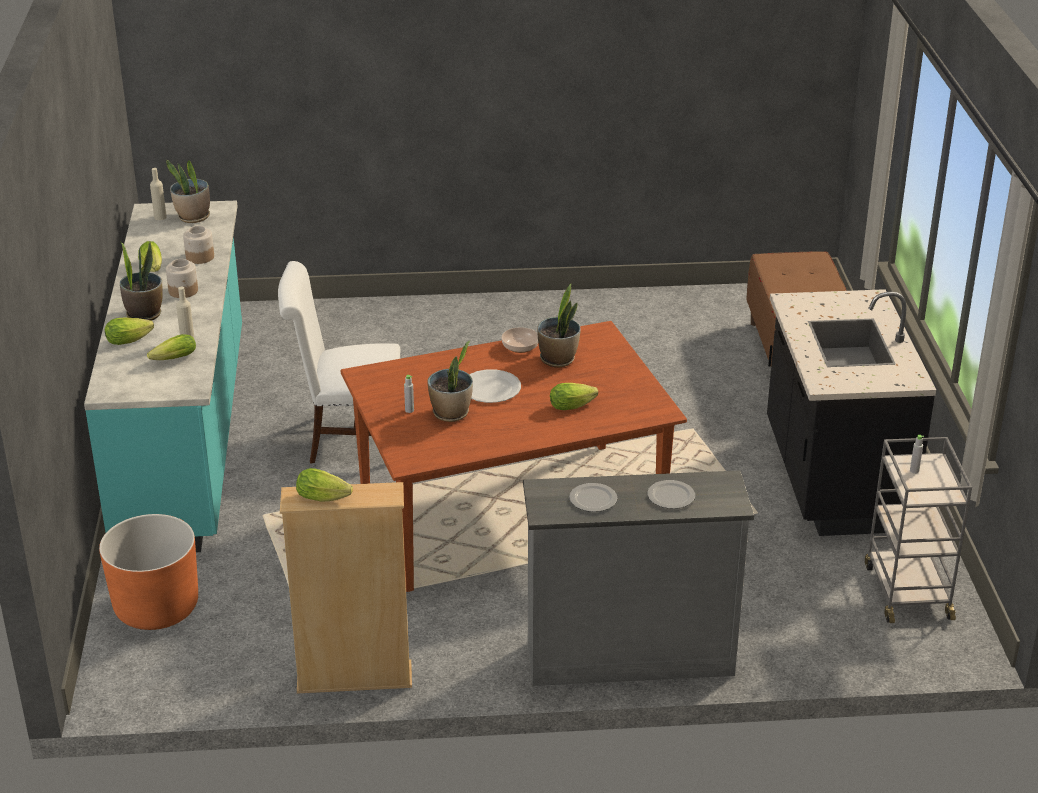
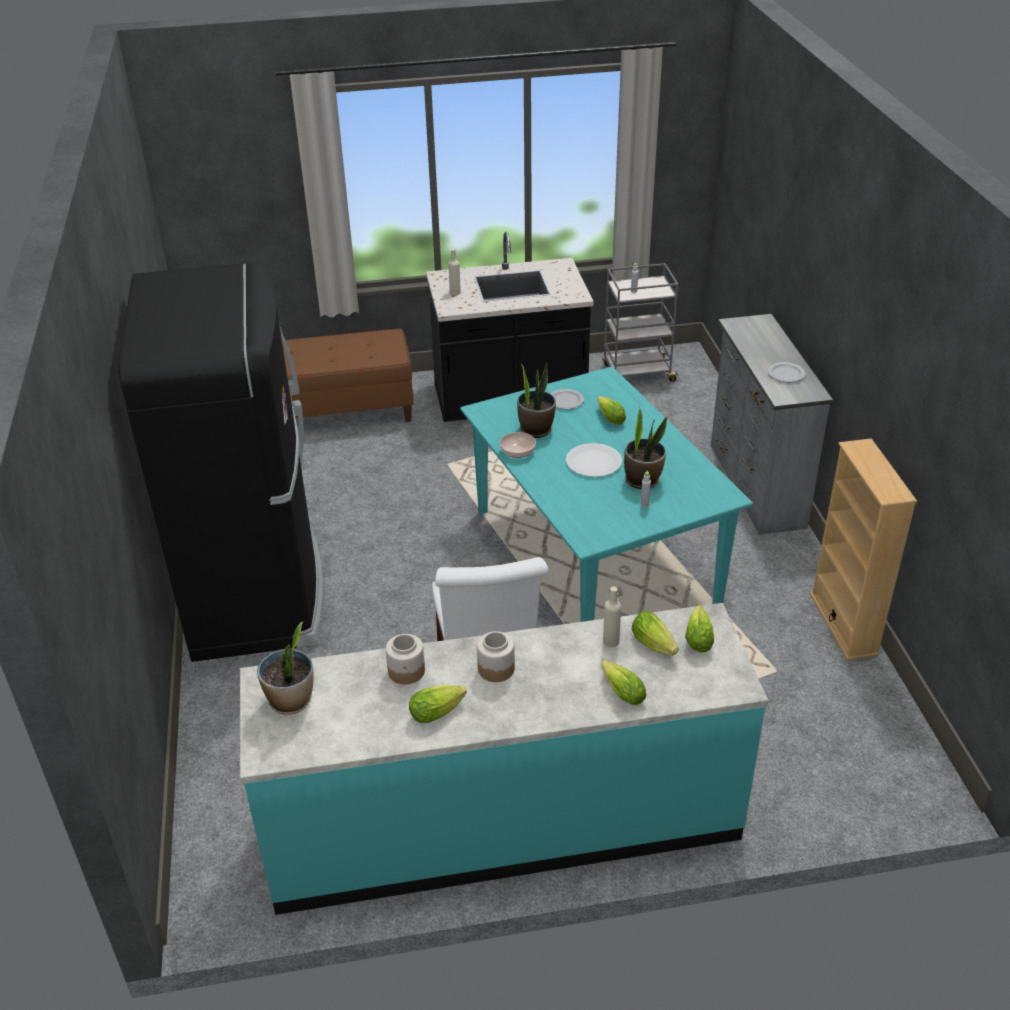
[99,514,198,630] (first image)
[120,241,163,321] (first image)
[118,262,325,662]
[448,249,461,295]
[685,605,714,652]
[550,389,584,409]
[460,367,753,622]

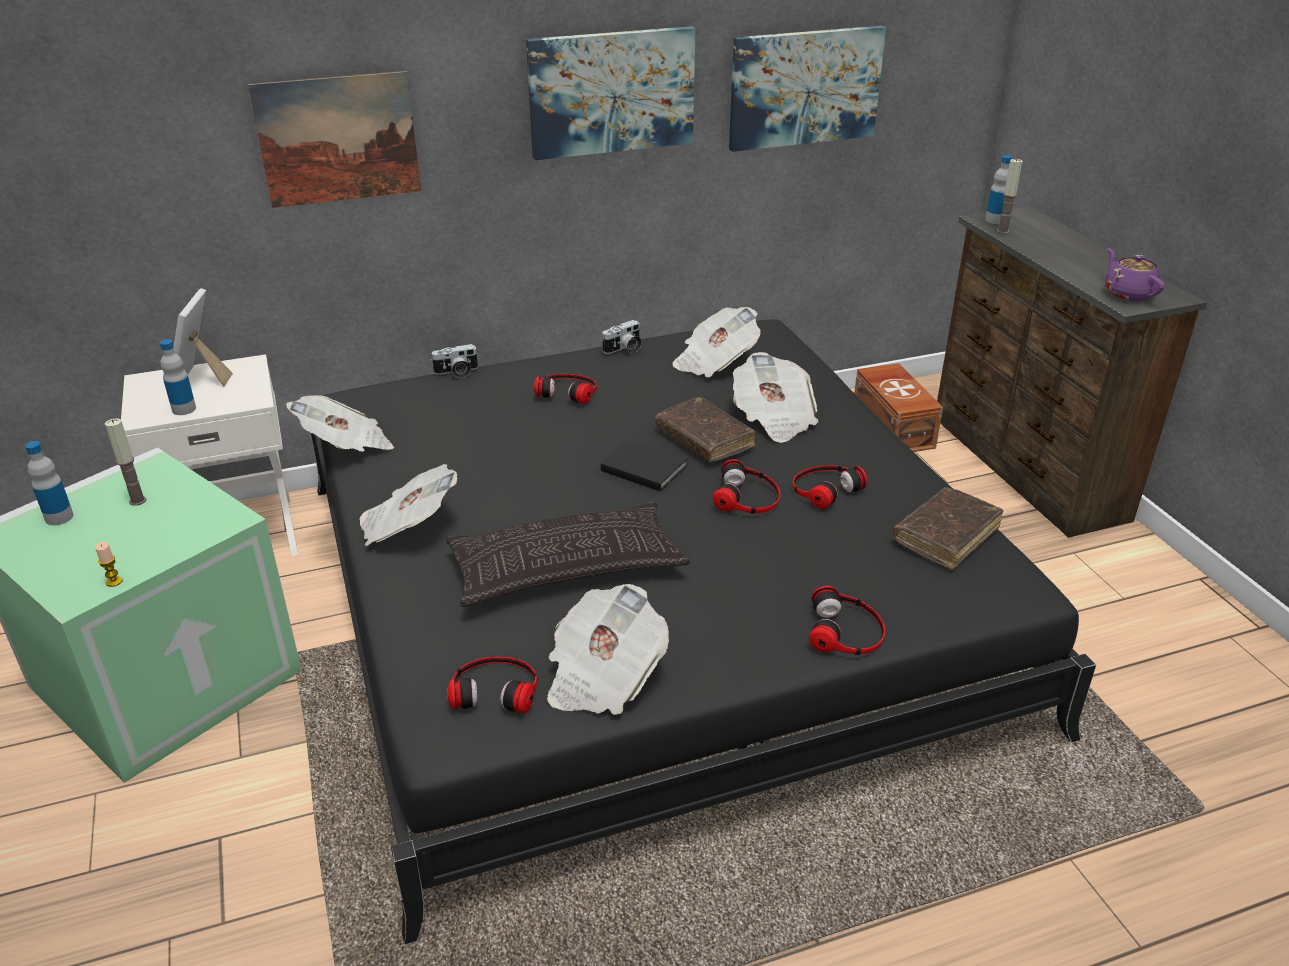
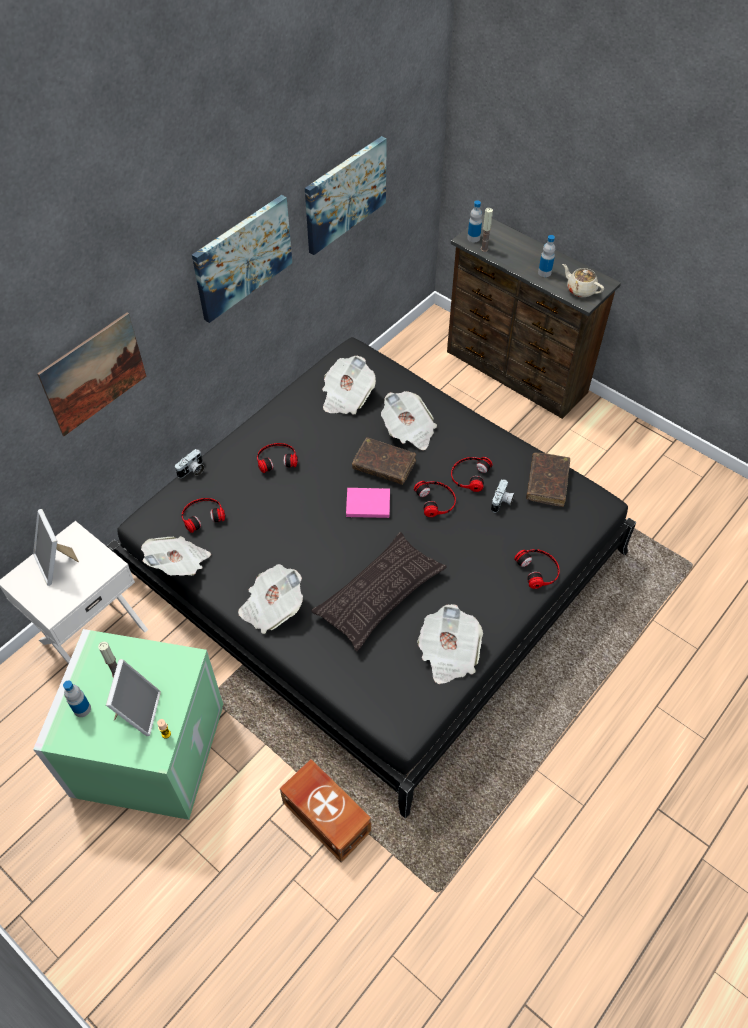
[106,659,161,736]
[538,235,555,277]
[181,498,225,533]
[491,479,515,513]
[280,759,371,862]
[346,488,390,518]
[562,264,604,298]

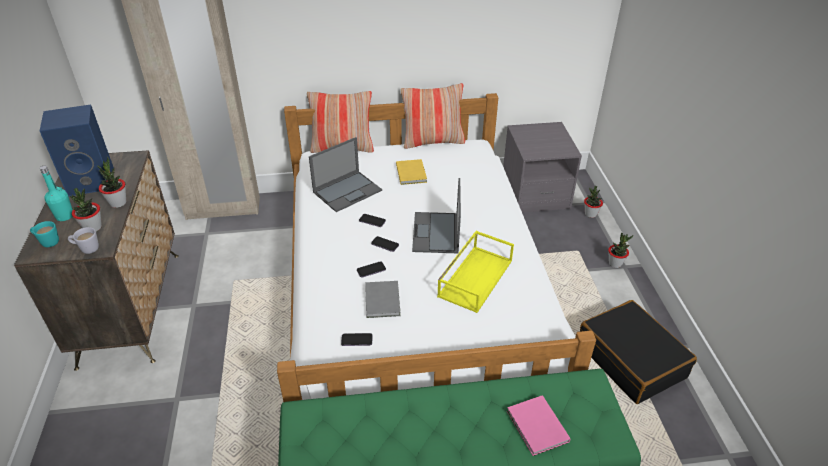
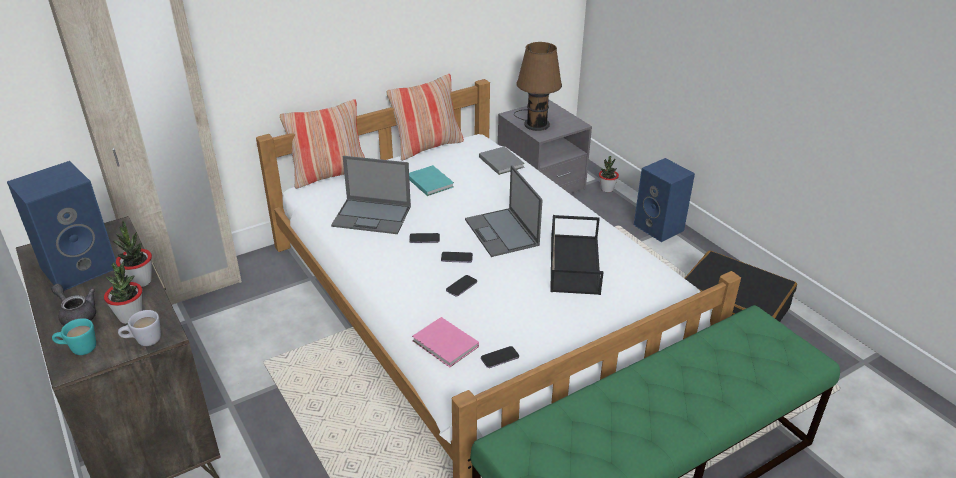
[514,42,562,131]
[479,146,525,175]
[412,317,479,367]
[51,284,96,326]
[634,158,695,242]
[409,165,454,196]
[550,215,603,295]
[331,156,411,234]

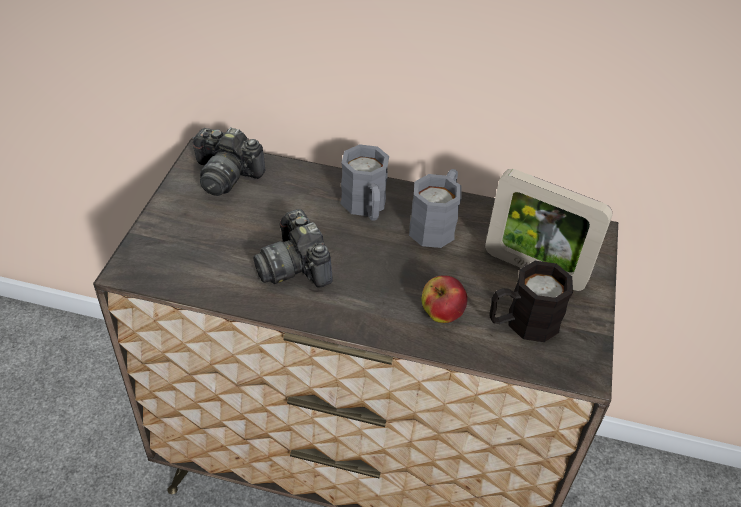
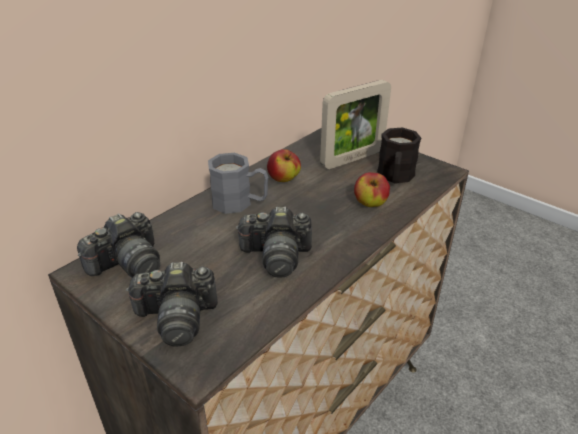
[126,262,218,346]
[267,149,301,182]

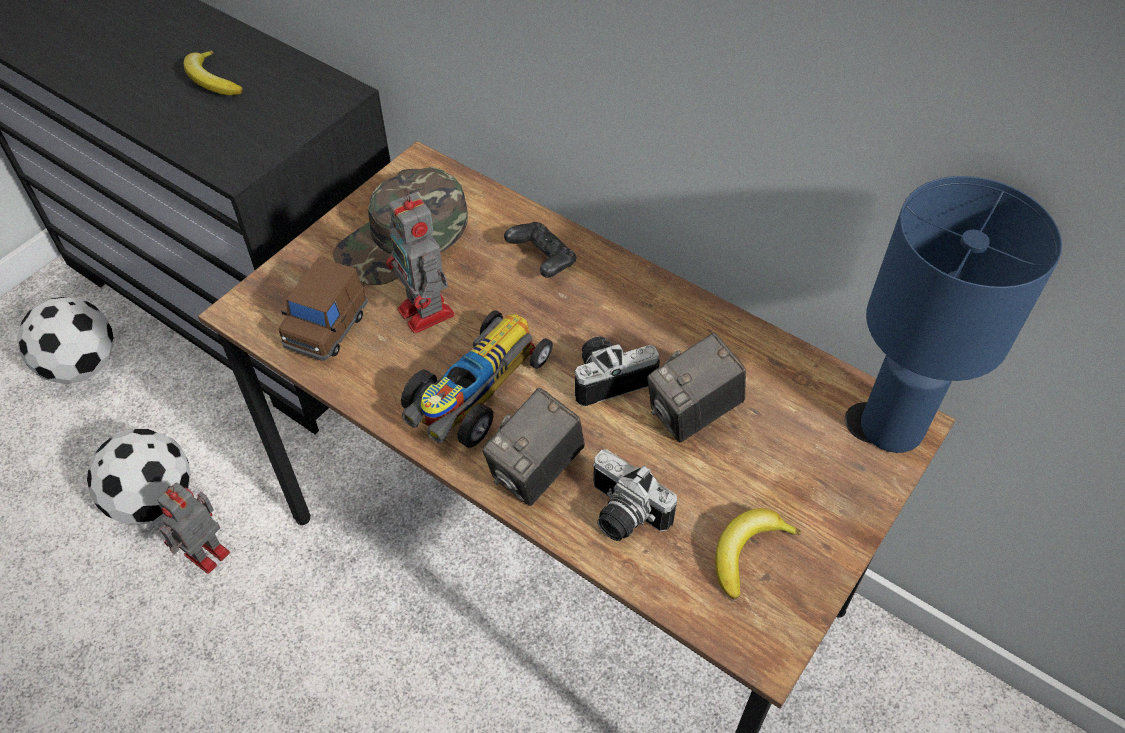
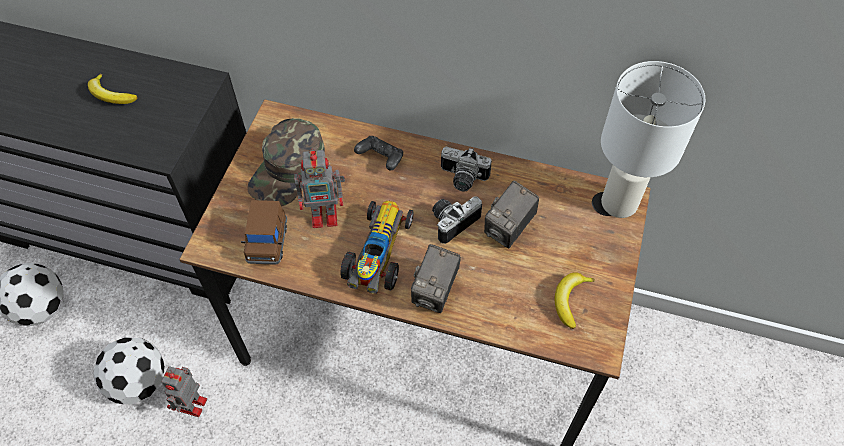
[441,147,492,192]
[601,61,705,218]
[294,149,345,228]

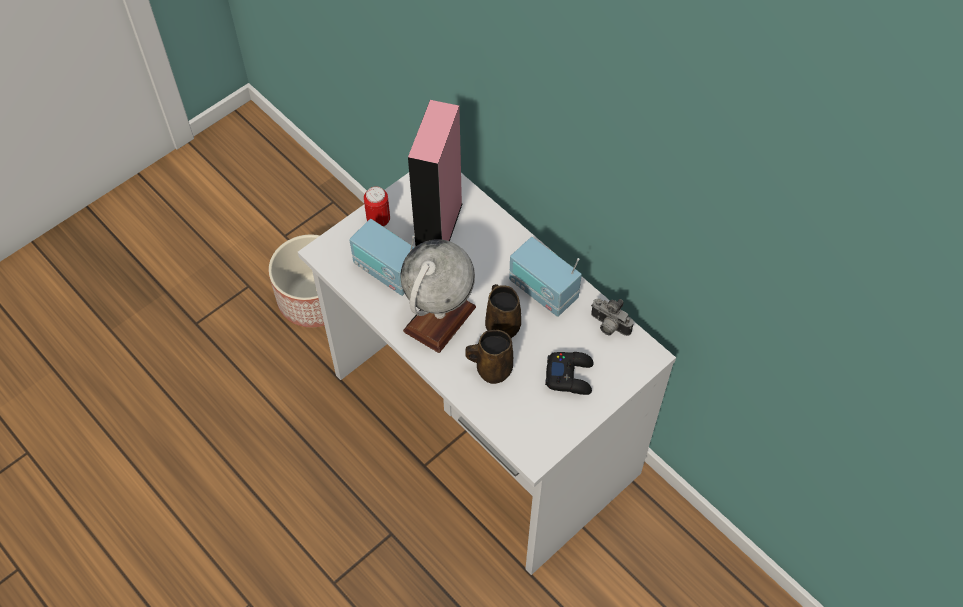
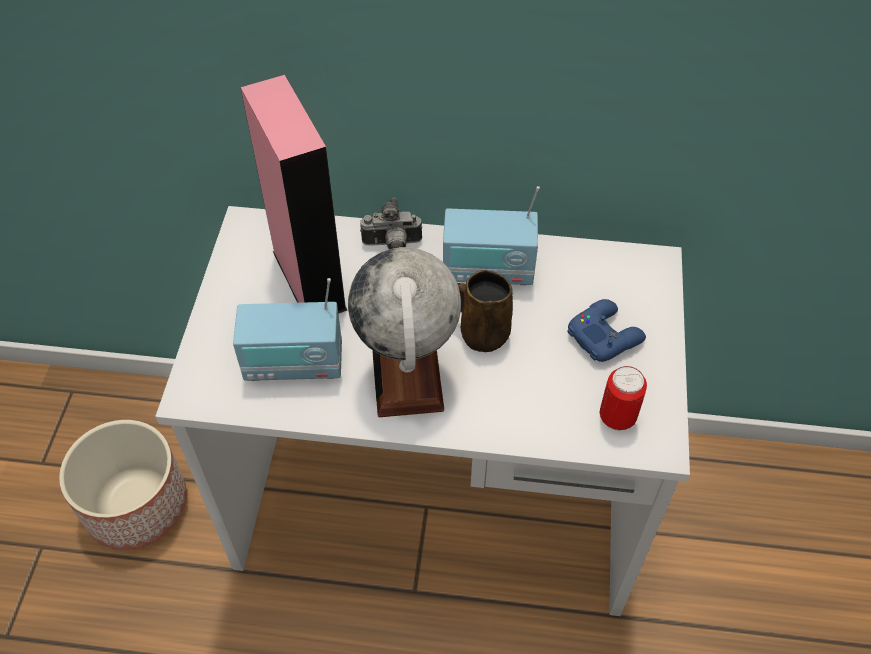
[465,330,513,384] (first image)
[600,366,647,431]
[360,198,423,249]
[567,299,646,362]

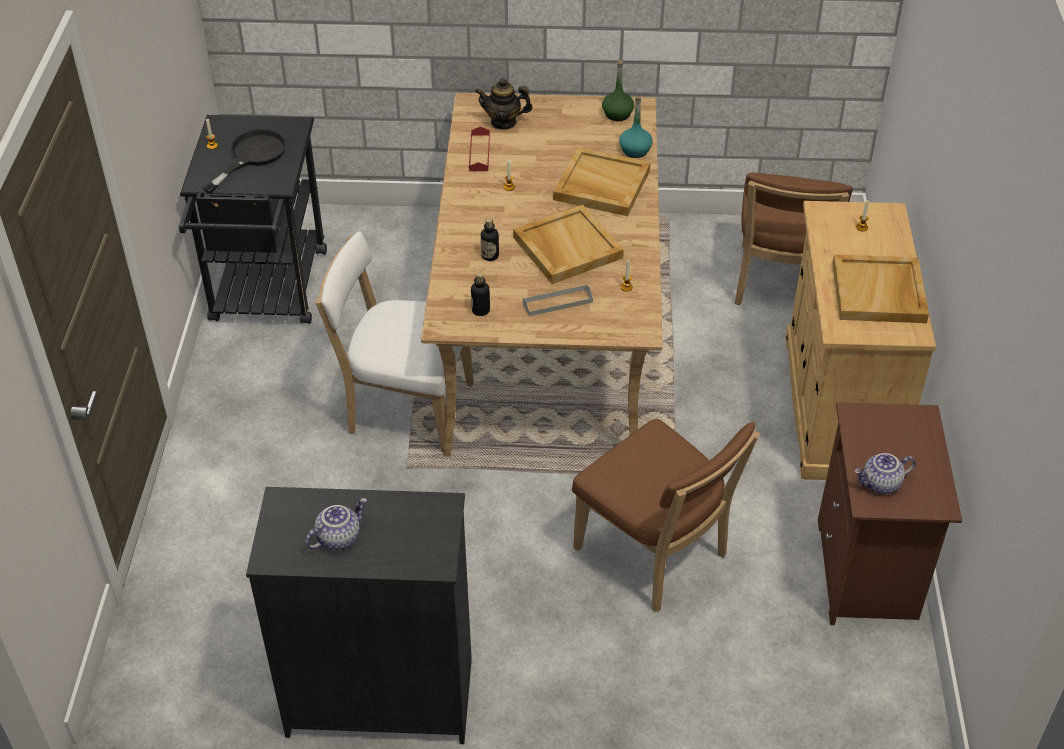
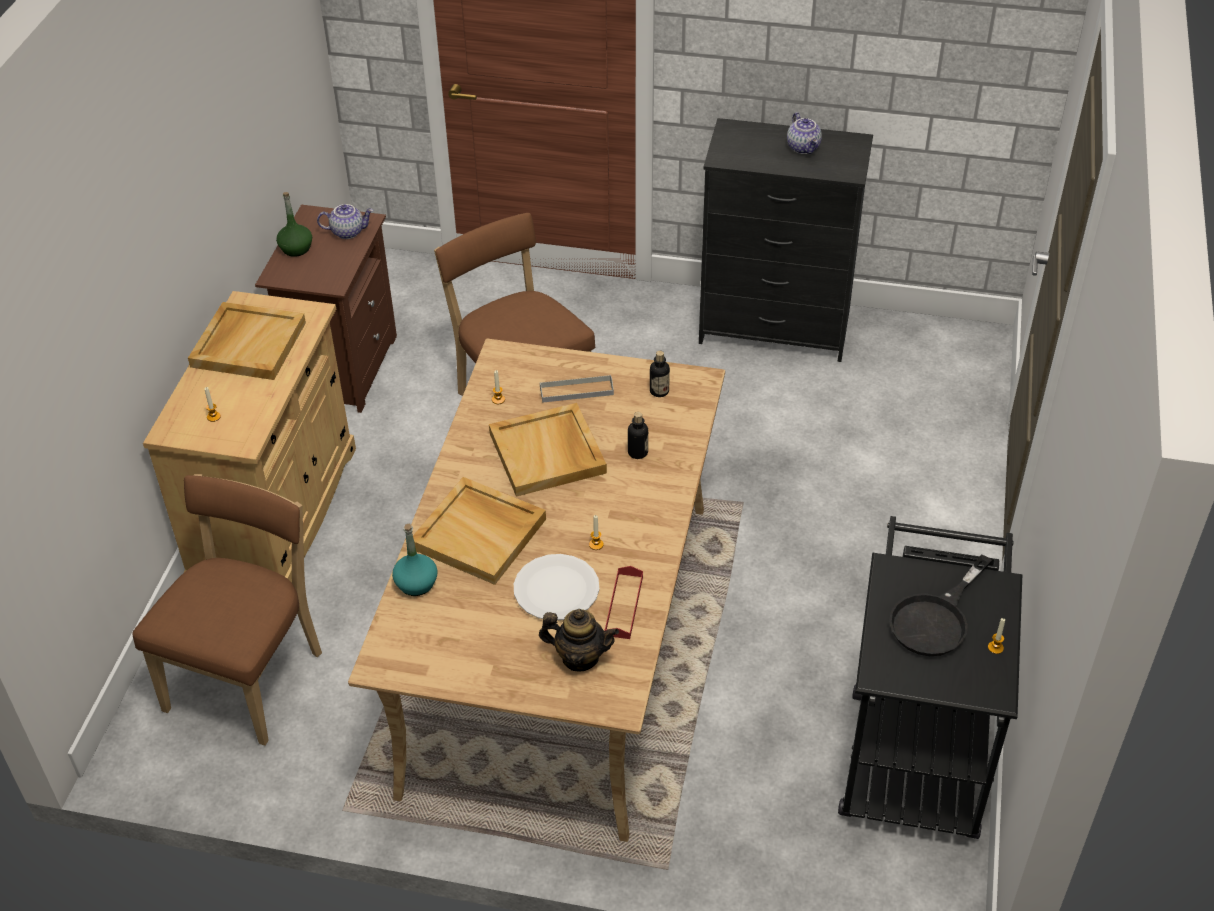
[316,231,474,452] (first image)
[514,554,599,620]
[276,192,312,257]
[787,112,822,154]

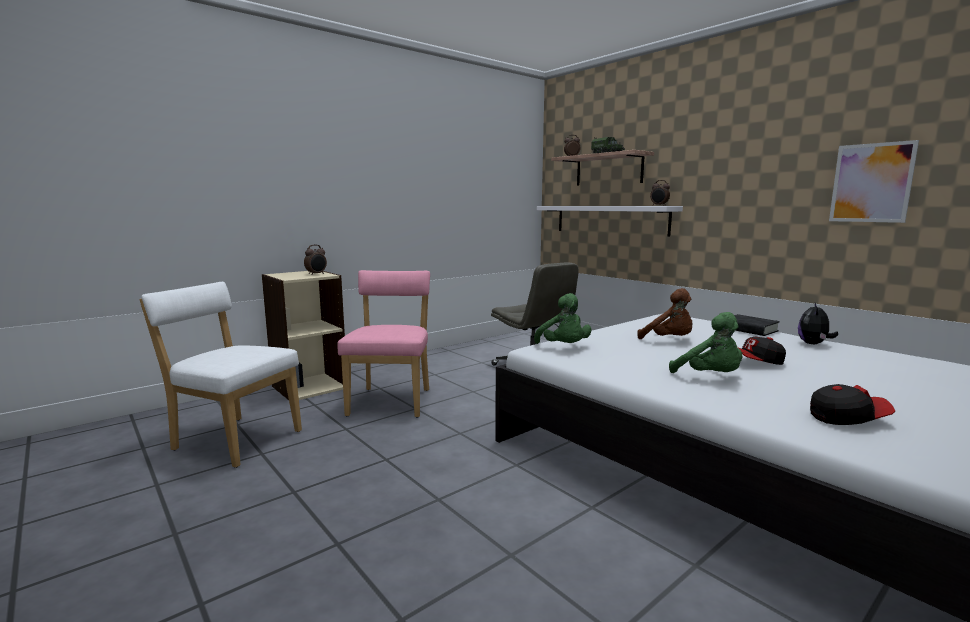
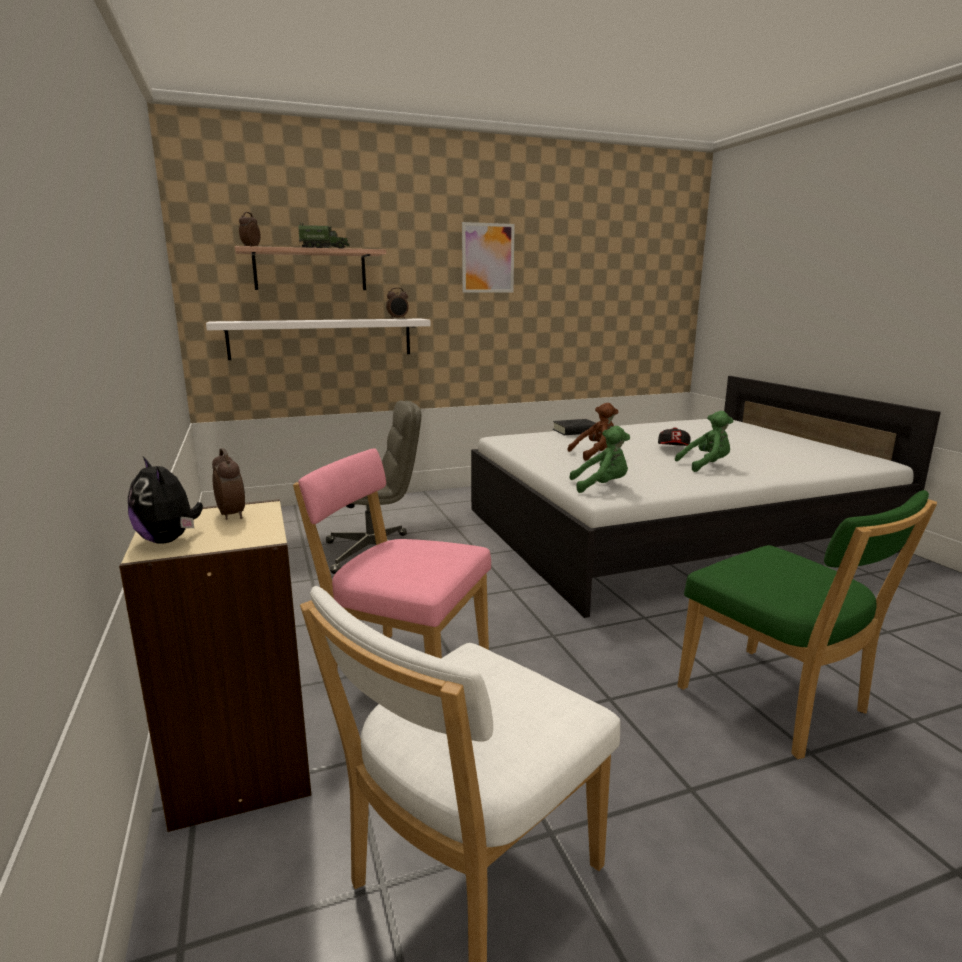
[810,384,895,425] (first image)
[678,490,937,759]
[128,457,203,544]
[462,222,515,293]

